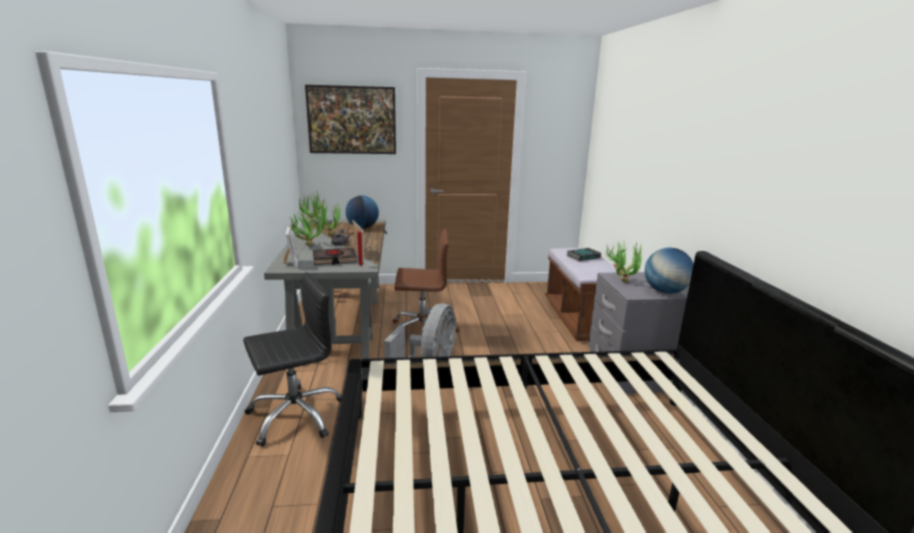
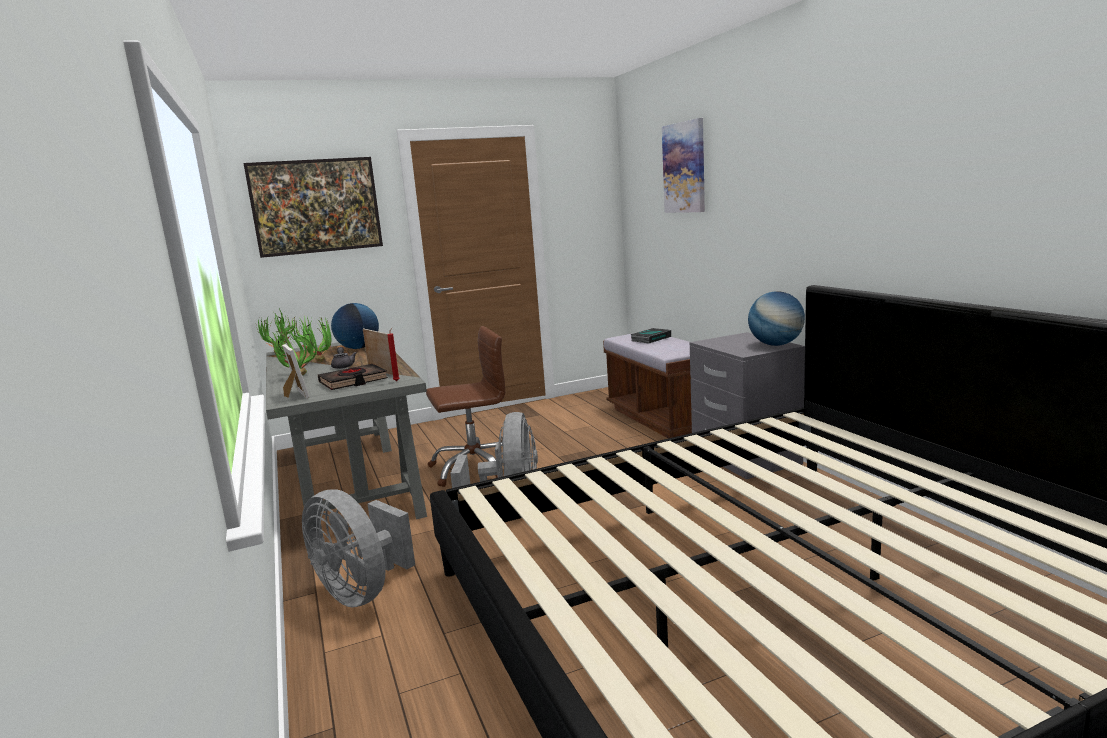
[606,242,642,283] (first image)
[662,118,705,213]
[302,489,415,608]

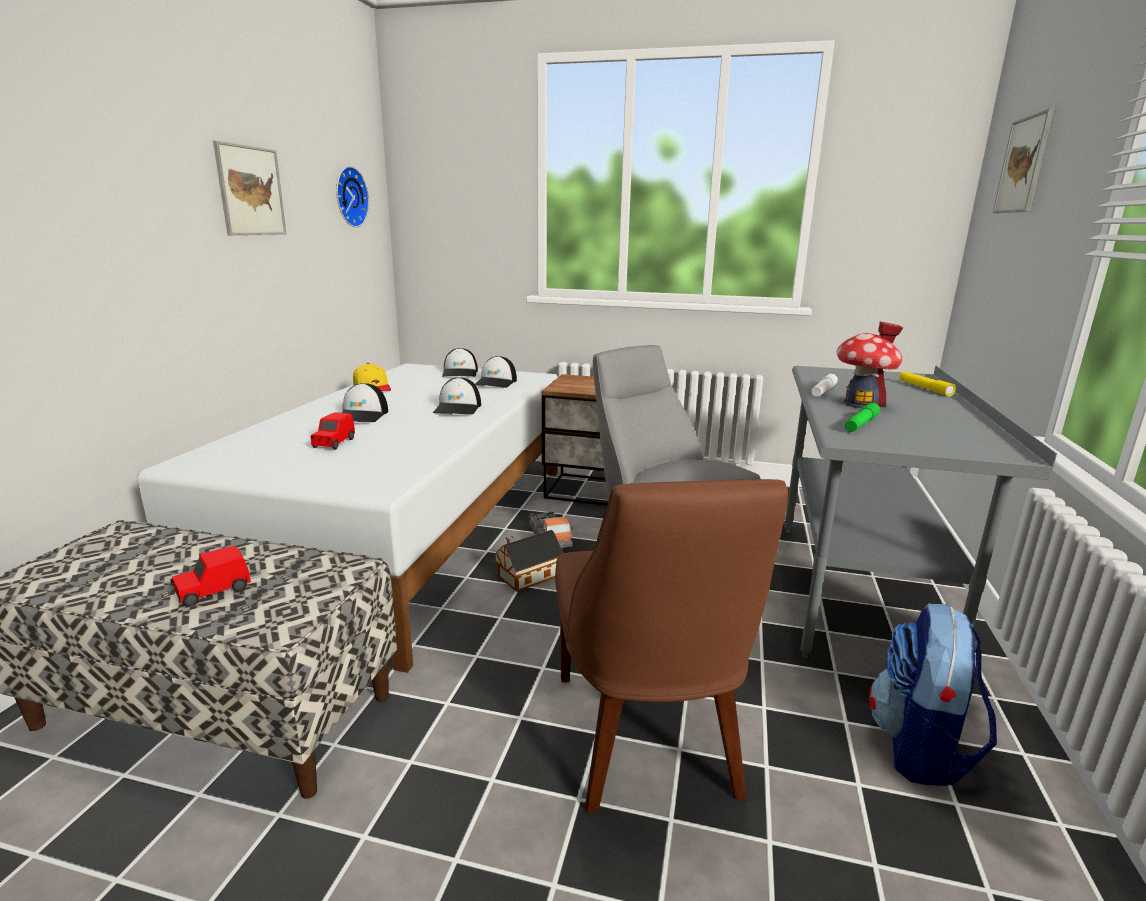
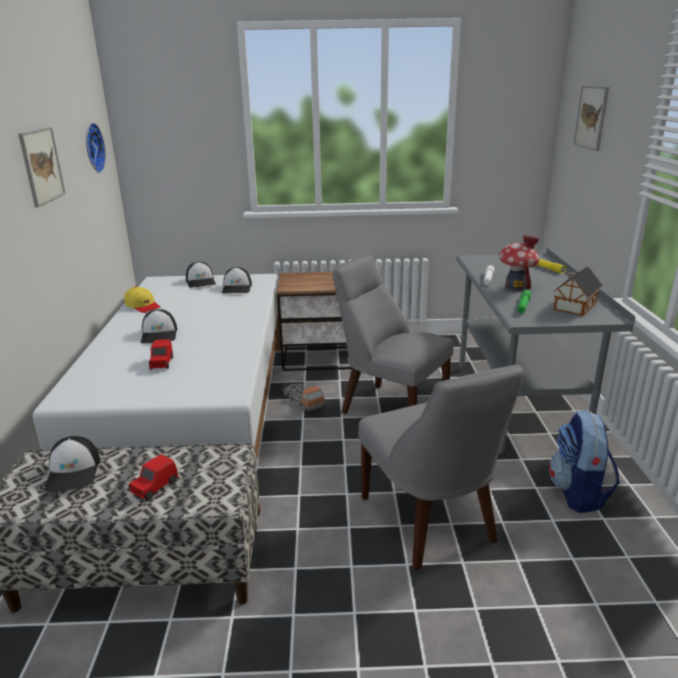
[44,436,100,492]
[553,267,602,316]
[358,365,523,570]

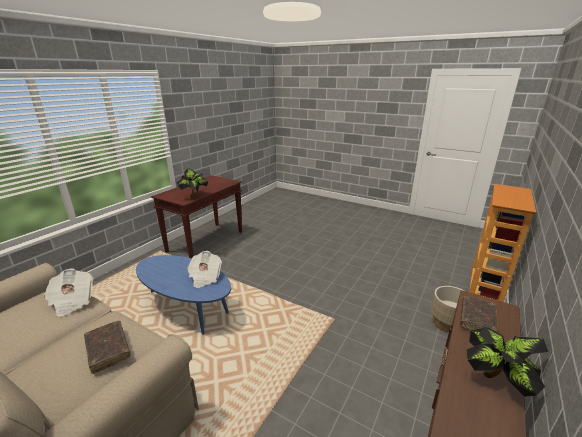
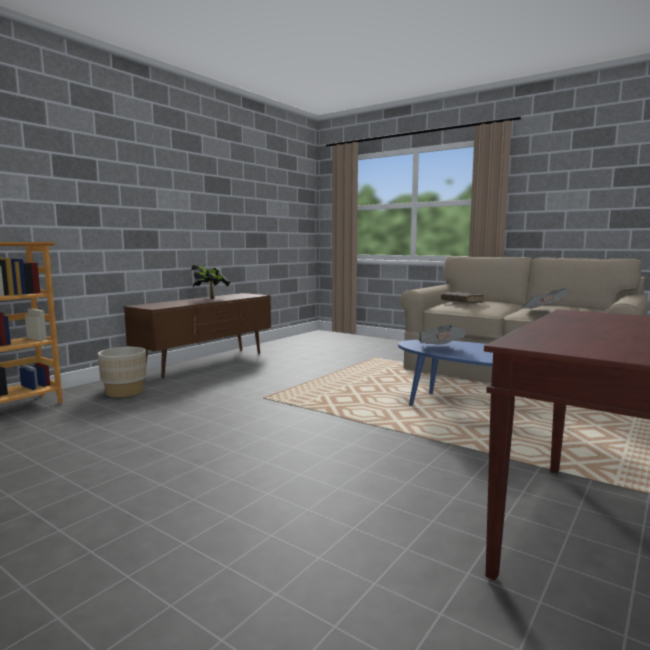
[176,168,208,198] (first image)
[460,296,497,332] (first image)

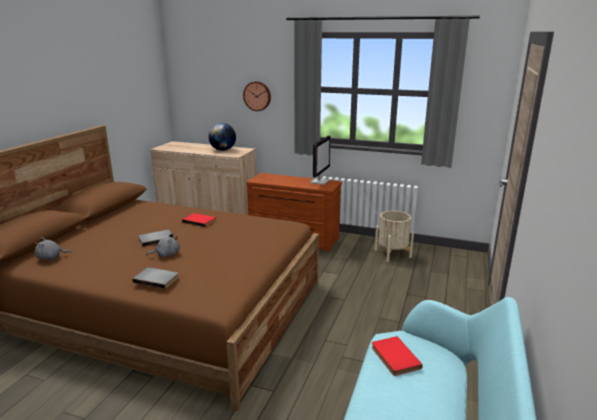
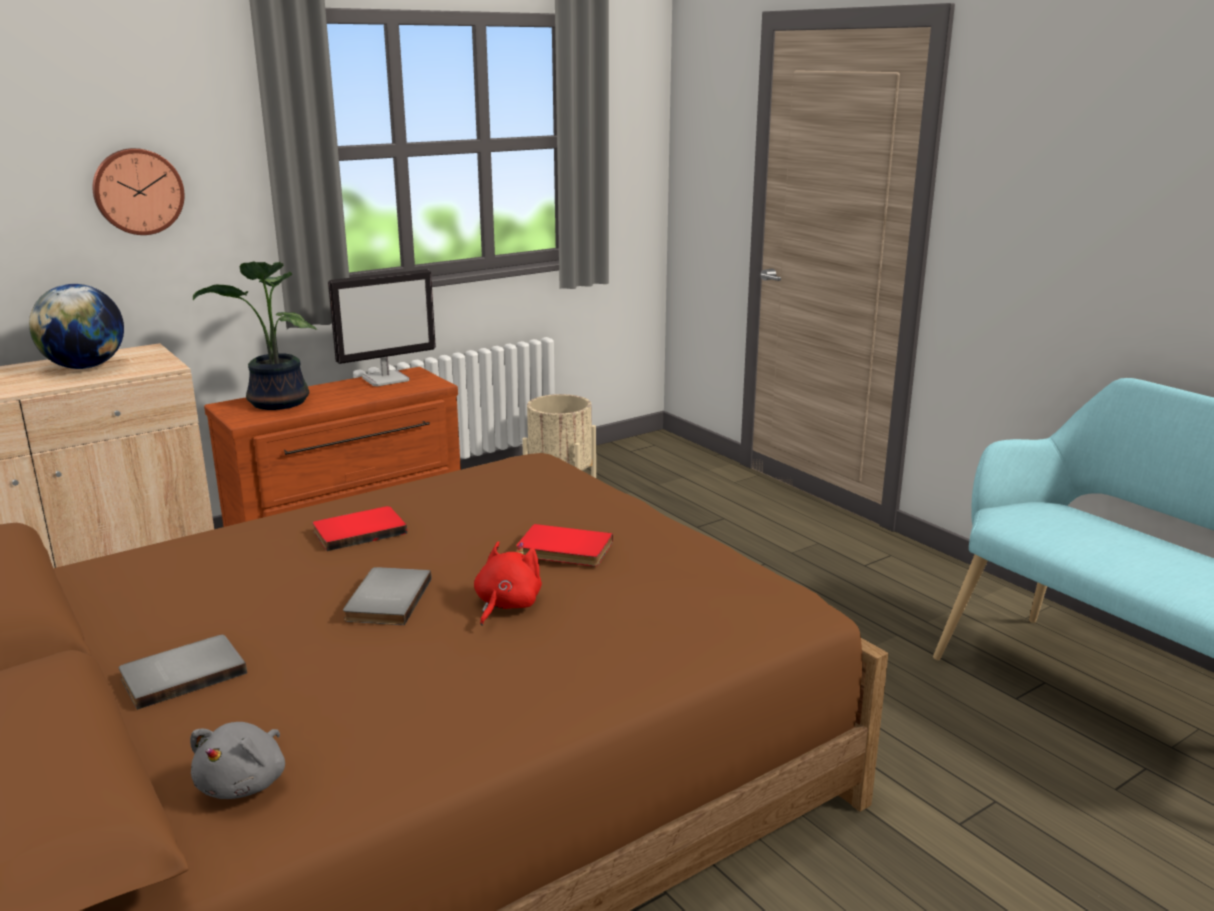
[193,261,317,410]
[119,635,247,710]
[516,524,613,566]
[474,541,542,626]
[328,269,436,386]

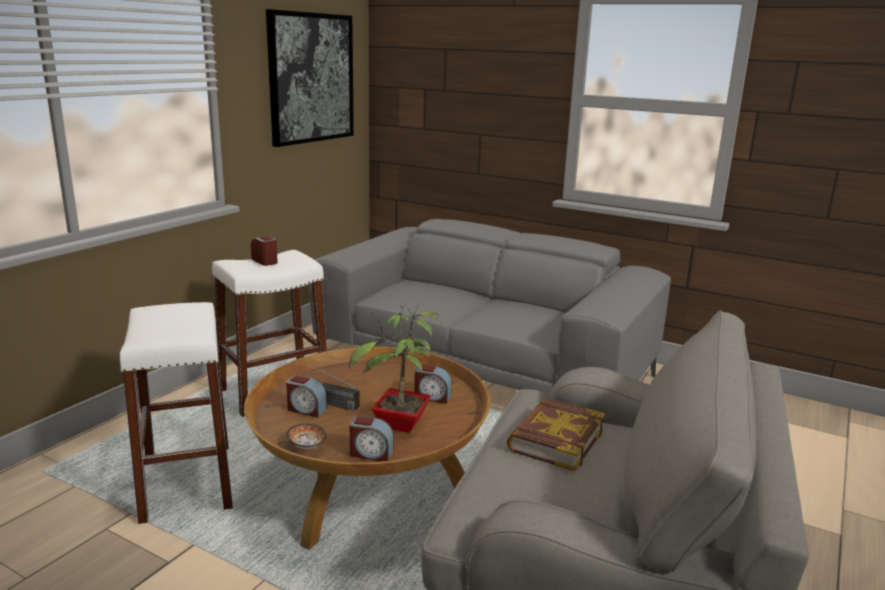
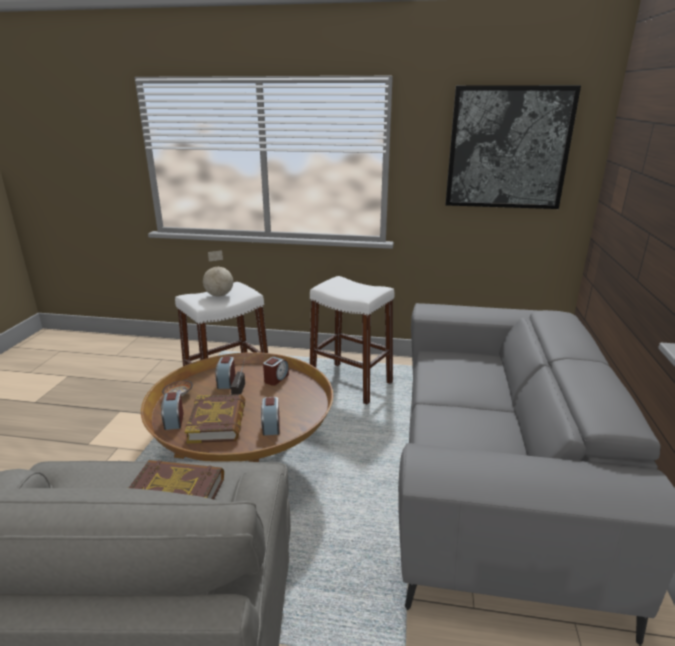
[203,250,233,297]
[263,357,289,386]
[185,394,245,443]

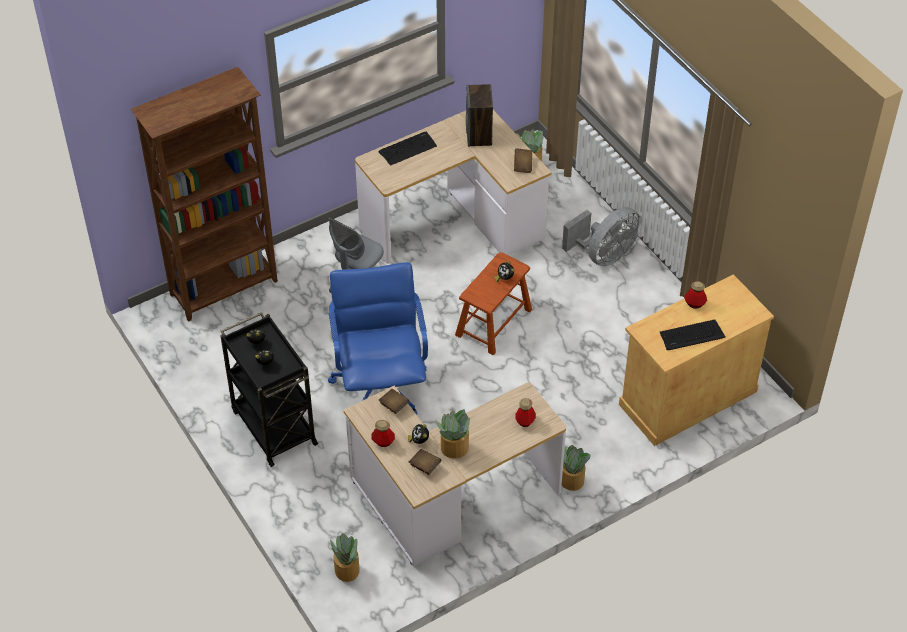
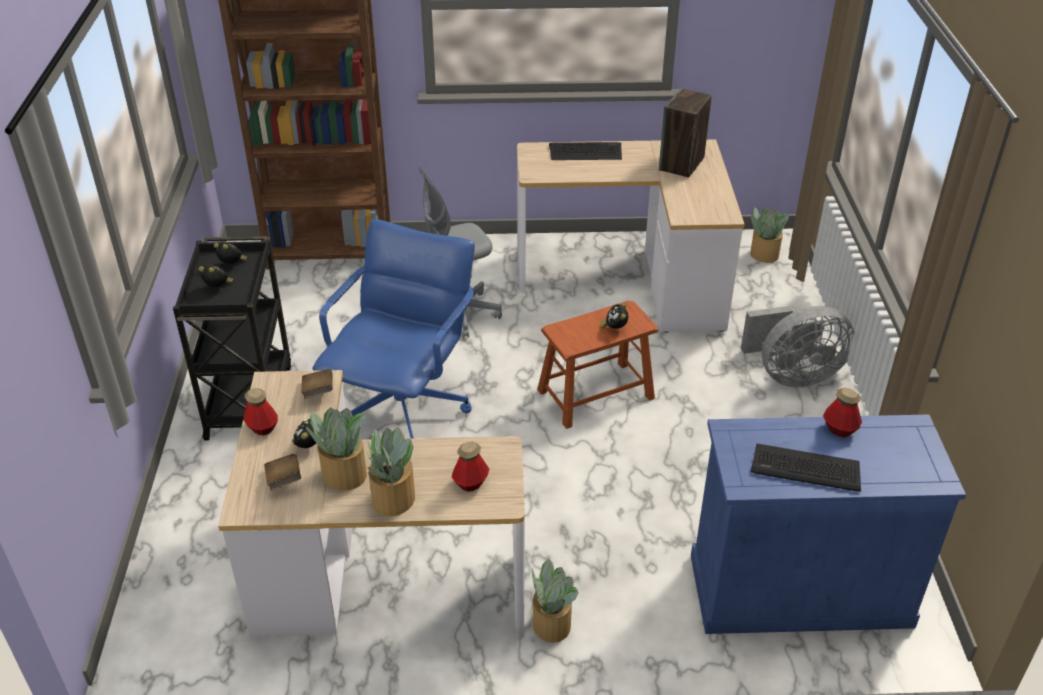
[514,148,532,173] (first image)
[367,427,415,516]
[691,415,966,634]

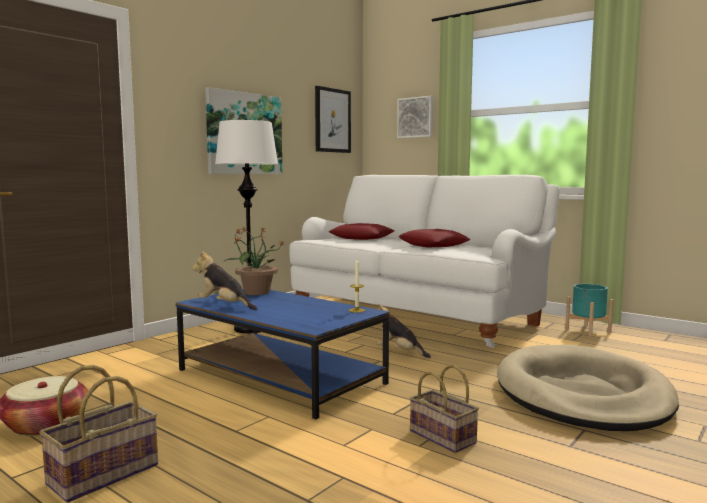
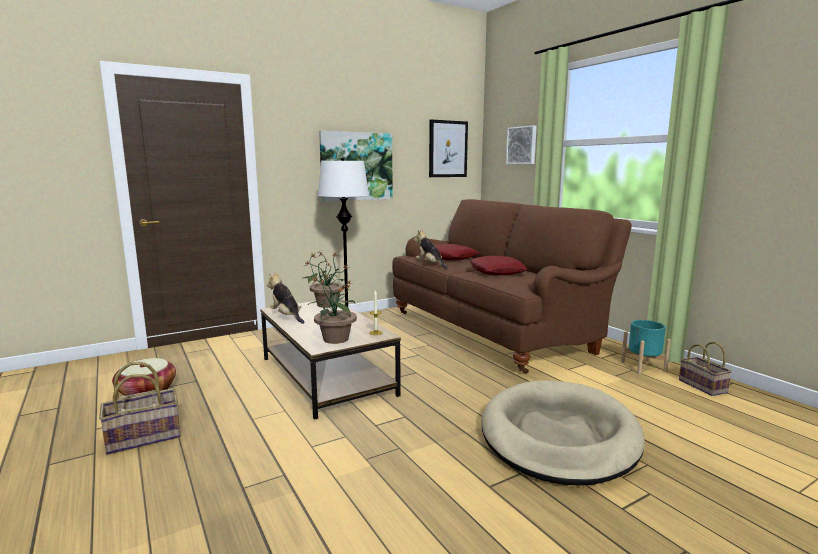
[307,274,357,344]
[414,229,448,269]
[679,342,732,396]
[260,301,401,420]
[392,199,632,374]

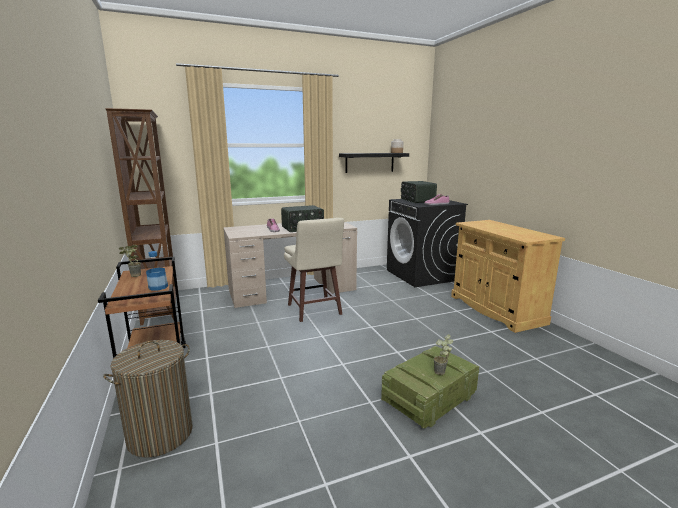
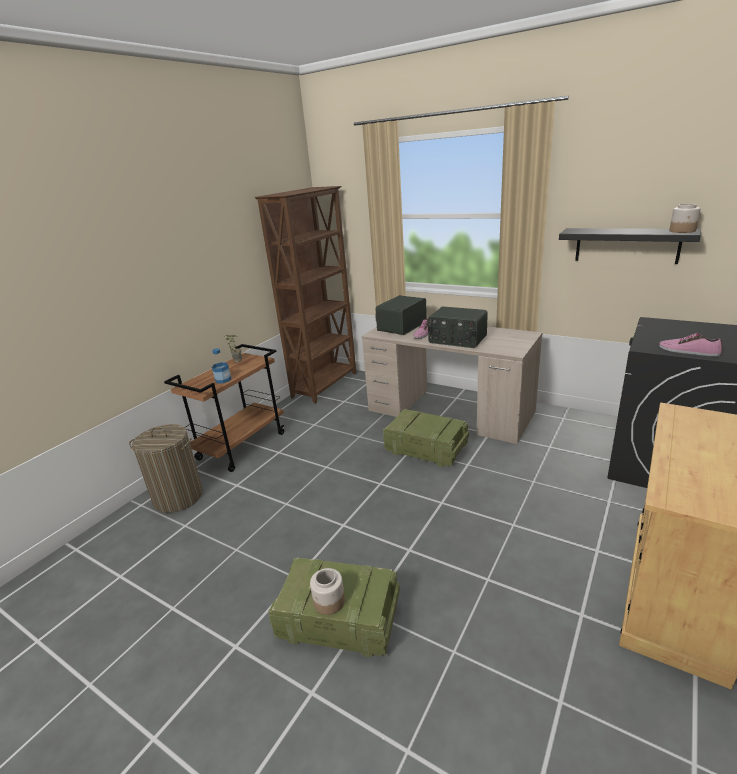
[375,295,427,335]
[383,409,469,467]
[310,568,345,615]

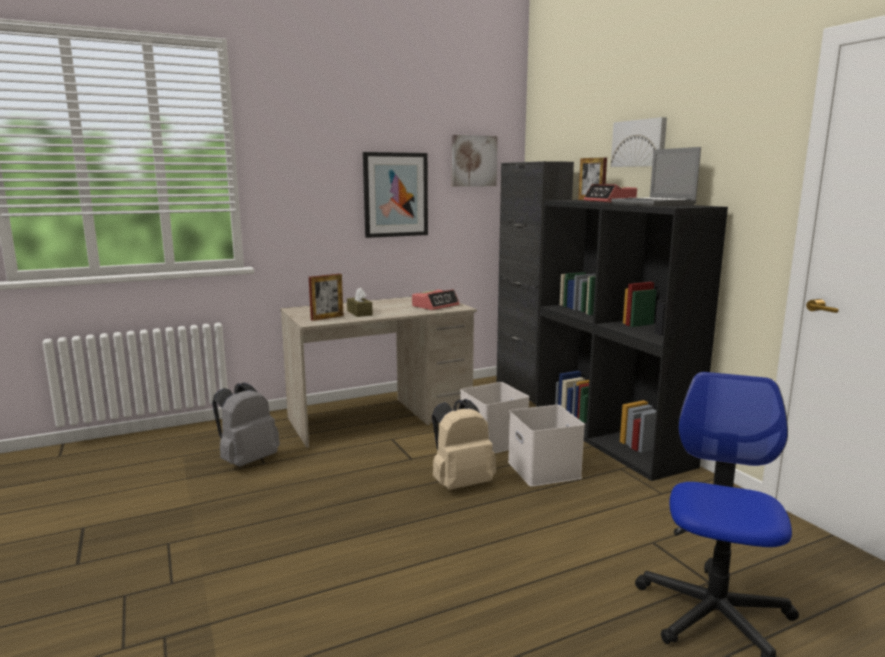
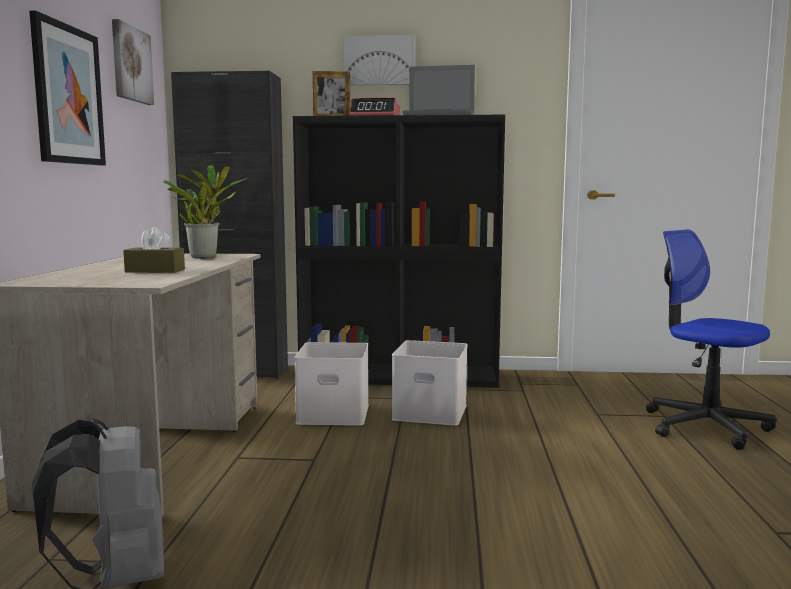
[309,274,343,321] (first image)
[432,399,496,490] (first image)
[163,165,247,259]

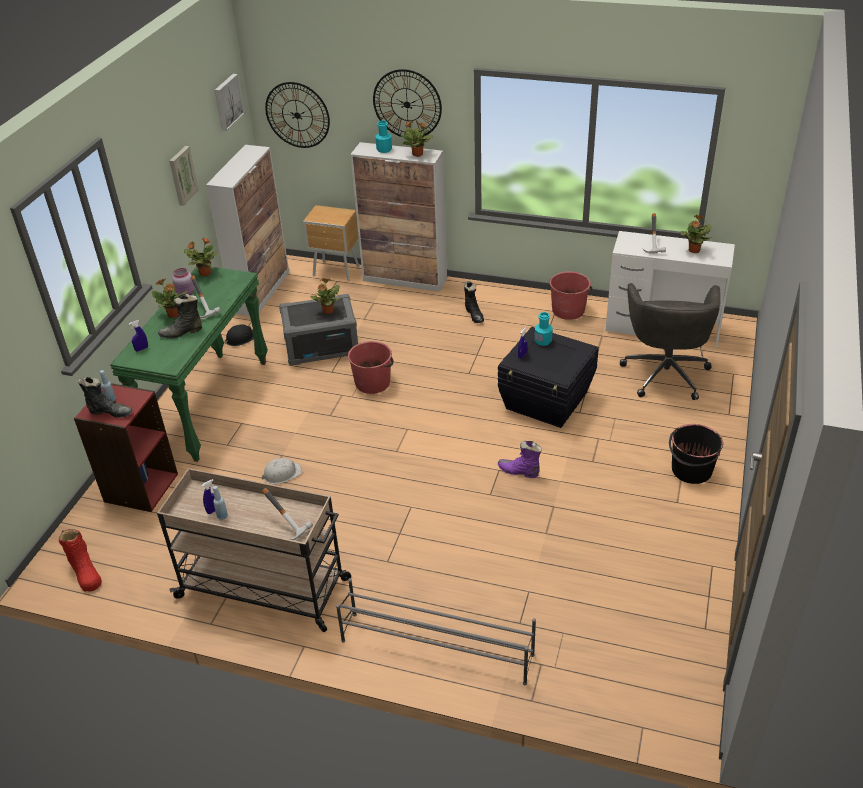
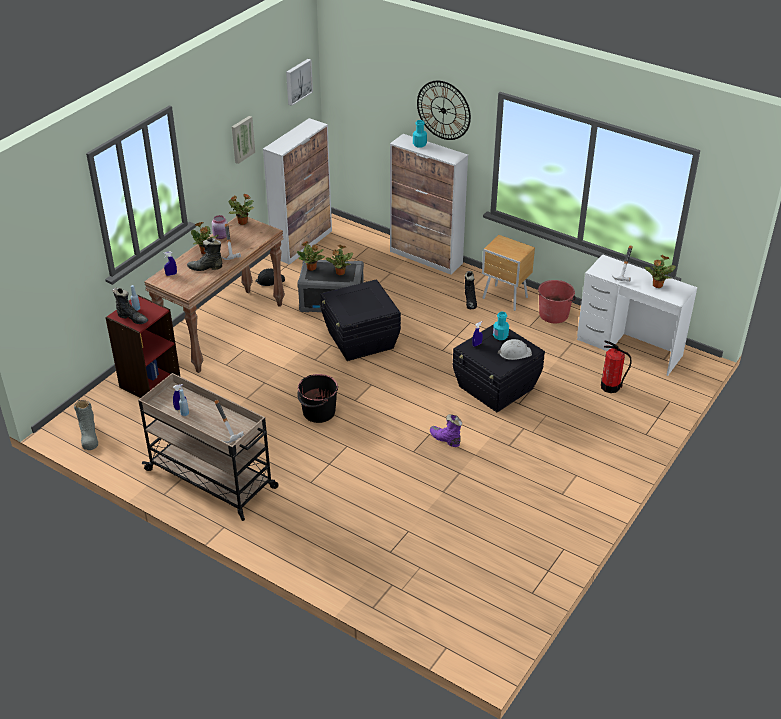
[265,82,330,148] (first image)
[336,578,536,685] (first image)
[498,339,532,360]
[482,235,535,311]
[297,242,325,271]
[297,374,338,423]
[321,279,401,361]
[601,341,632,393]
[74,400,98,450]
[144,216,285,373]

